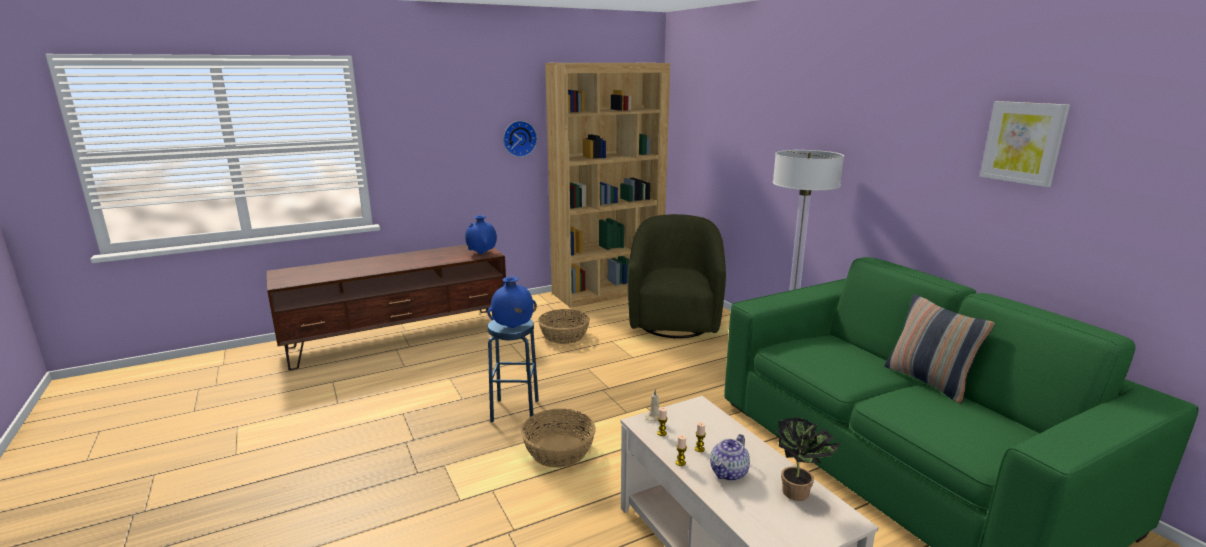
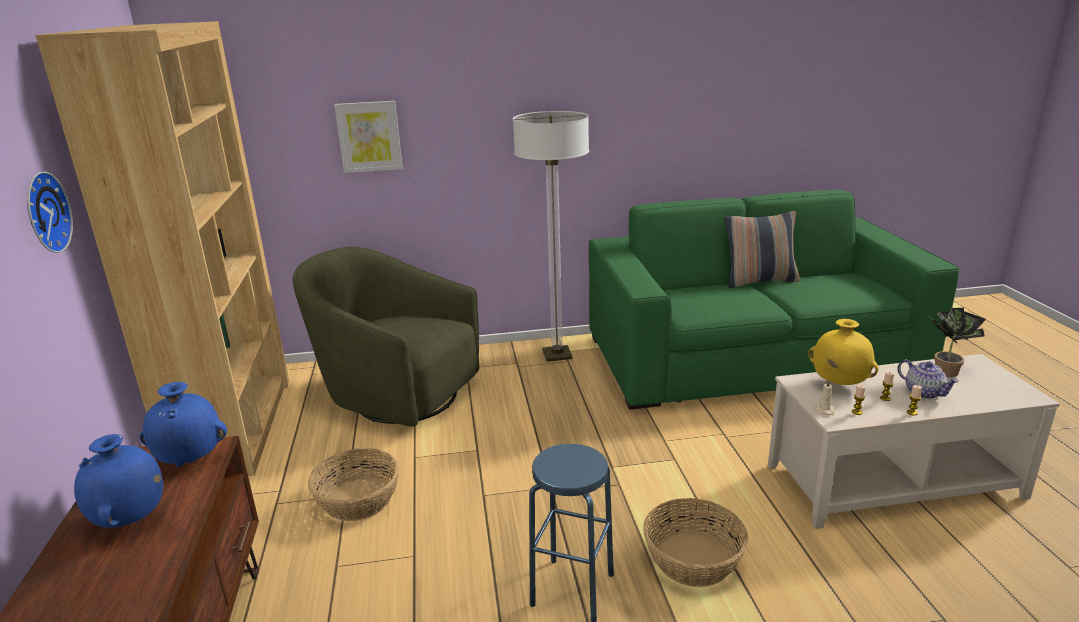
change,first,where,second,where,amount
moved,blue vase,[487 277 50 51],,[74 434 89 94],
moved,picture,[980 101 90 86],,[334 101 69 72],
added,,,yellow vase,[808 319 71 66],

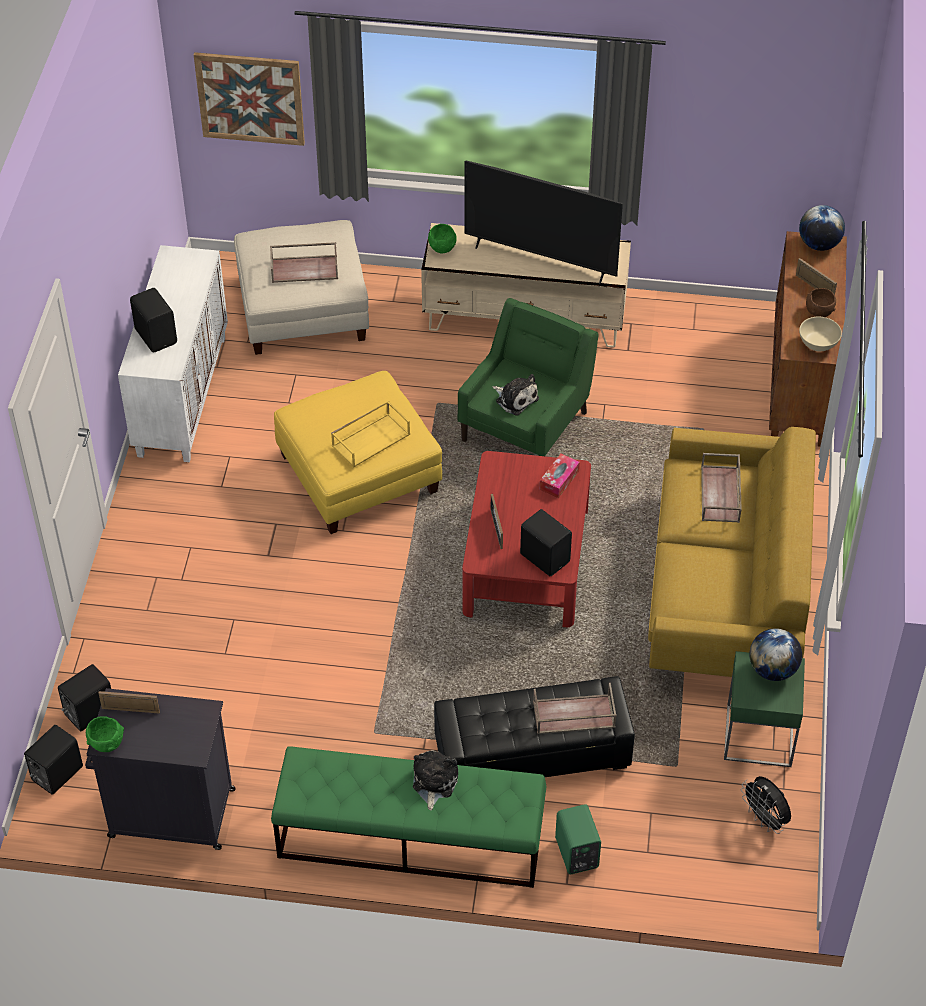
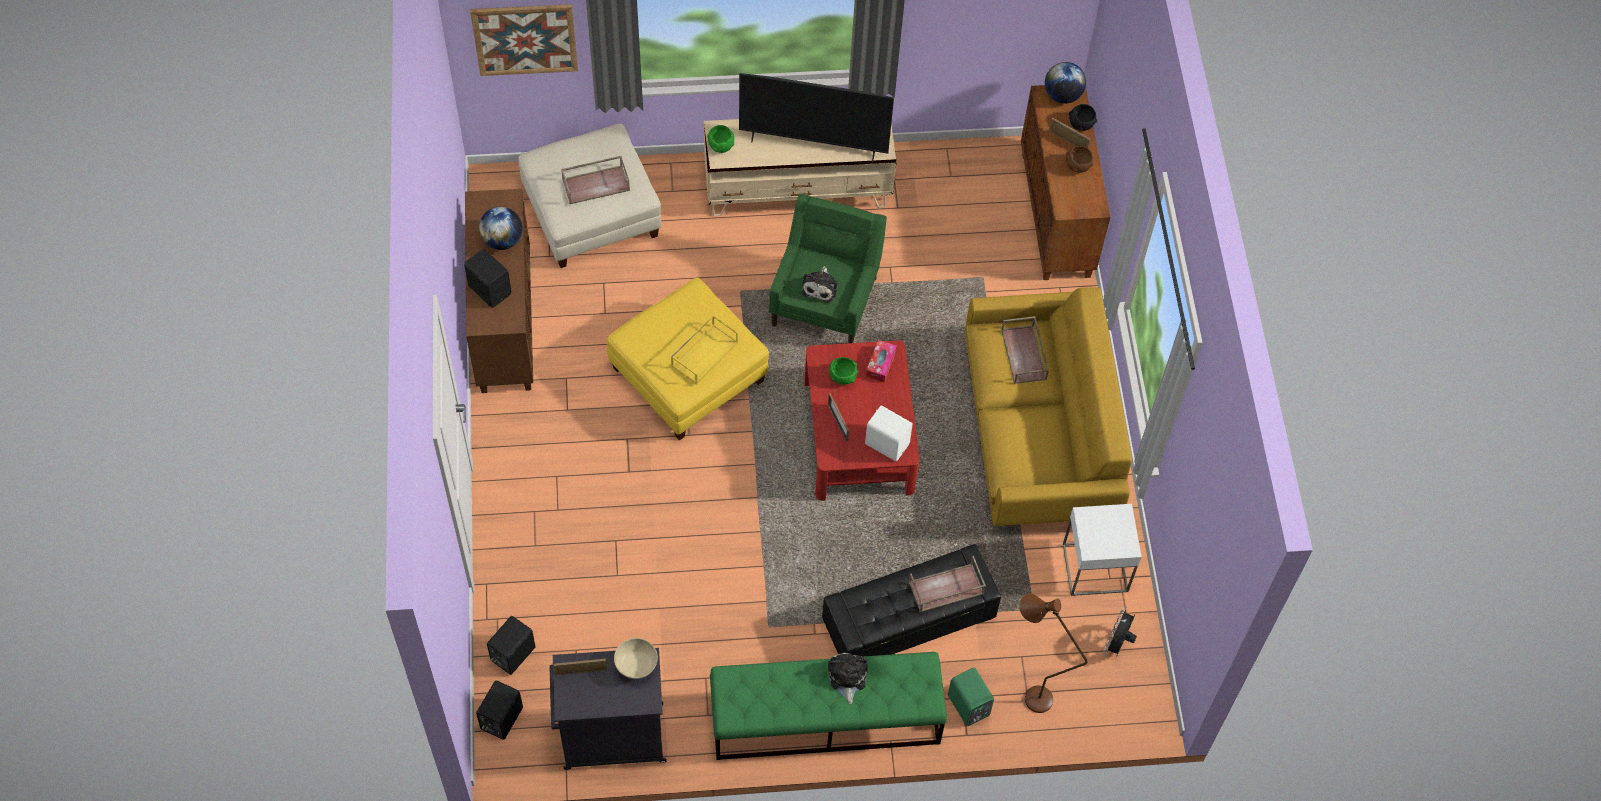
change,first,where,second,where,amount
moved,green bowl,[86 717 38 35],,[829 357 29 28],
recoloured,white cabinet,[118 245 110 217],brown cabinet,[465 189 68 204],
turned,plush toy,[493 374 46 42],,[802 266 36 37],75 degrees clockwise
recoloured,black speaker,[520 509 52 67],white speaker,[865 405 48 56],
recoloured,green side table,[724 651 81 116],white side table,[1063 504 78 92],
turned,black fan,[741 776 50 58],,[1103 606 34 51],75 degrees clockwise
moved,globe,[749 628 53 53],,[479 207 44 43],
moved,beige bowl,[799 317 43 34],,[614 638 44 41],
added,,,brown floor lamp,[1020 594 67 119],
added,,,black bowl,[1069 104 28 27],

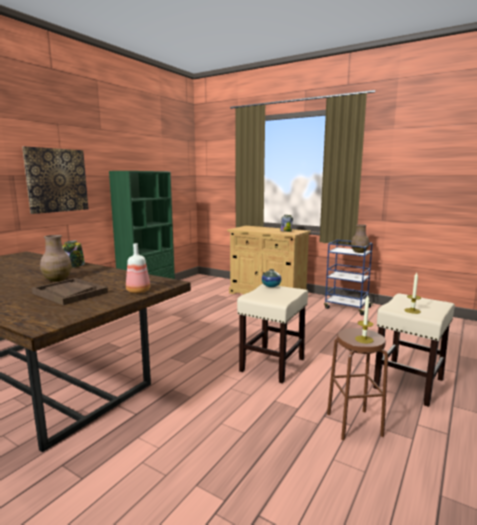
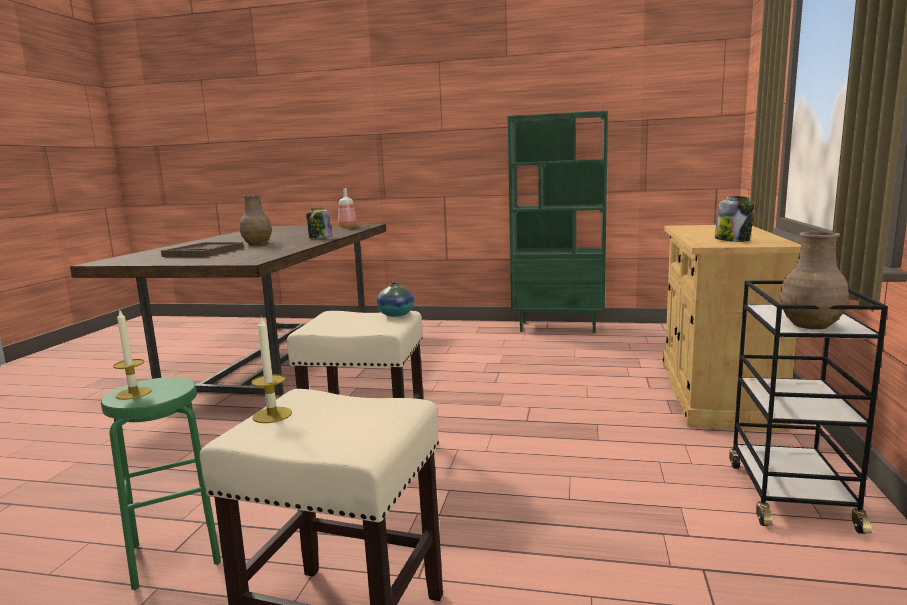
change,first,where,second,where,amount
removed,picture,[22 146 66 68],,,
moved,bottle,[126 243 24 51],,[338 188 19 40],
recoloured,blue cart,[324 240 49 75],black cart,[729 281 159 253],
recoloured,brown stool,[327 328 61 112],green stool,[101 377 120 213],

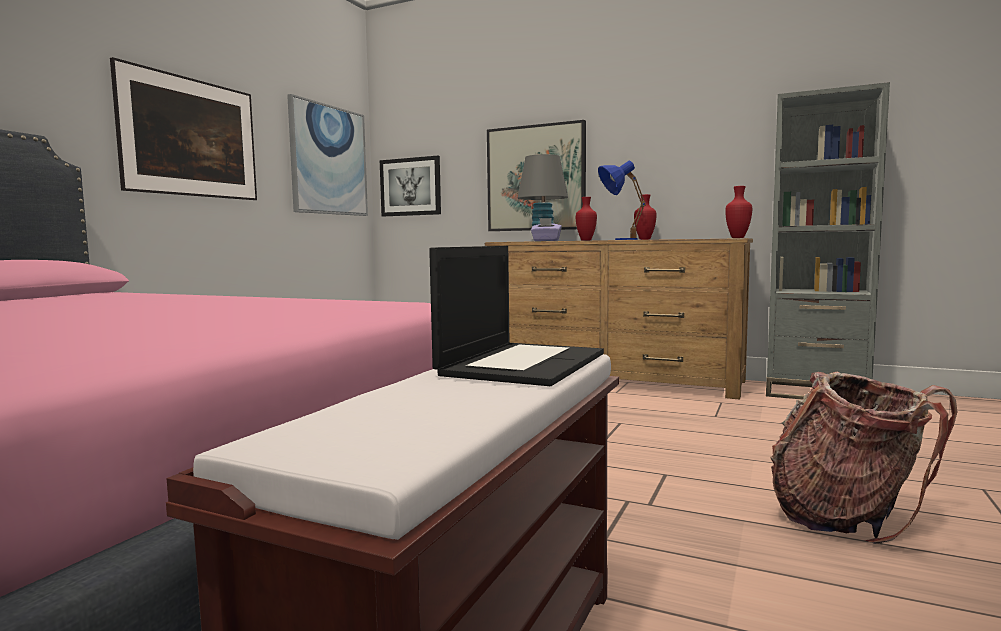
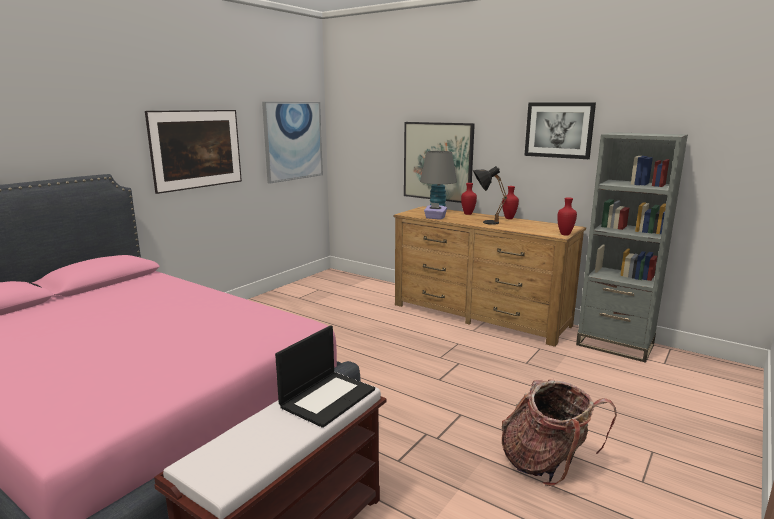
change,first,where,second,where,amount
moved,picture,[380 156 61 60],,[524 102 72 57],
recoloured,blue table lamp,[598 161 48 79],black table lamp,[473 166 34 59],

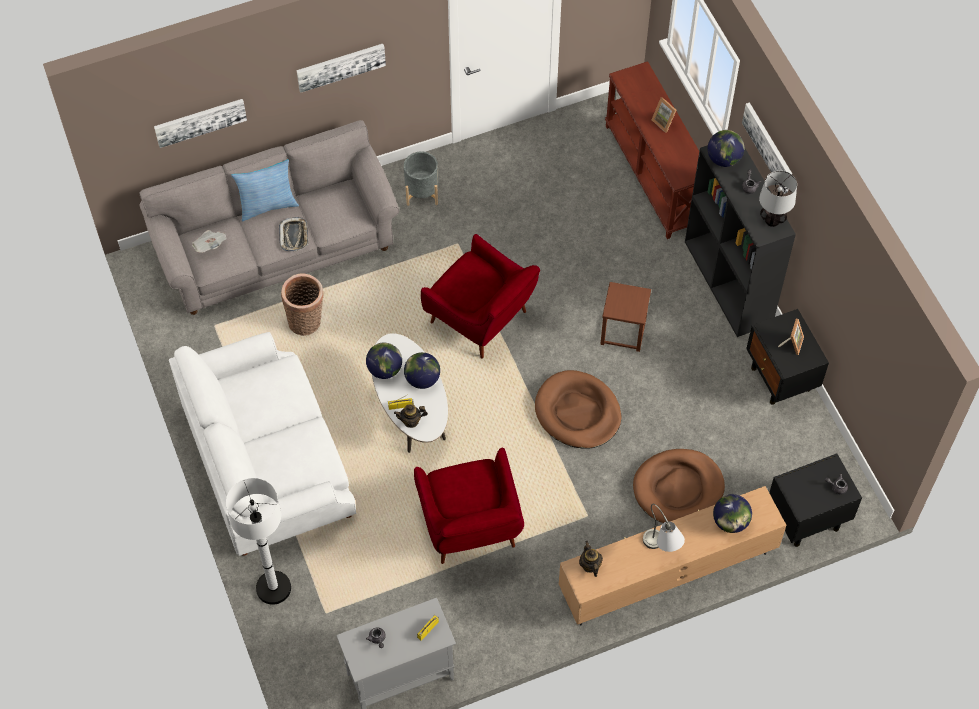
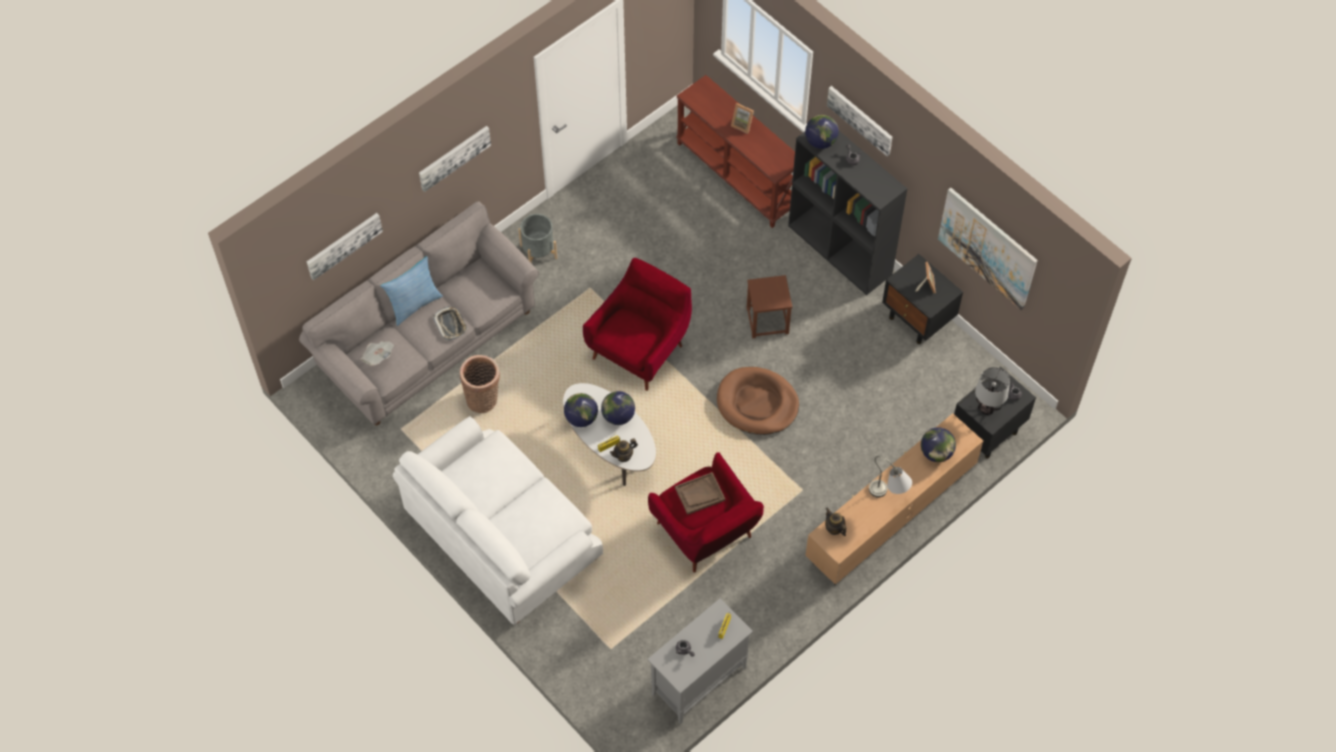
change,first,where,second,where,amount
removed,white floor lamp,[226 478 65 127],,,
turned,red armchair,[421 234 119 125],,[583 258 109 133],75 degrees counterclockwise
removed,brown dog bed,[633 449 92 74],,,
moved,table lamp,[759 170 38 57],,[975 367 35 48],
added,,,brown tray,[675 472 50 43],
added,,,picture,[938 188 100 122],

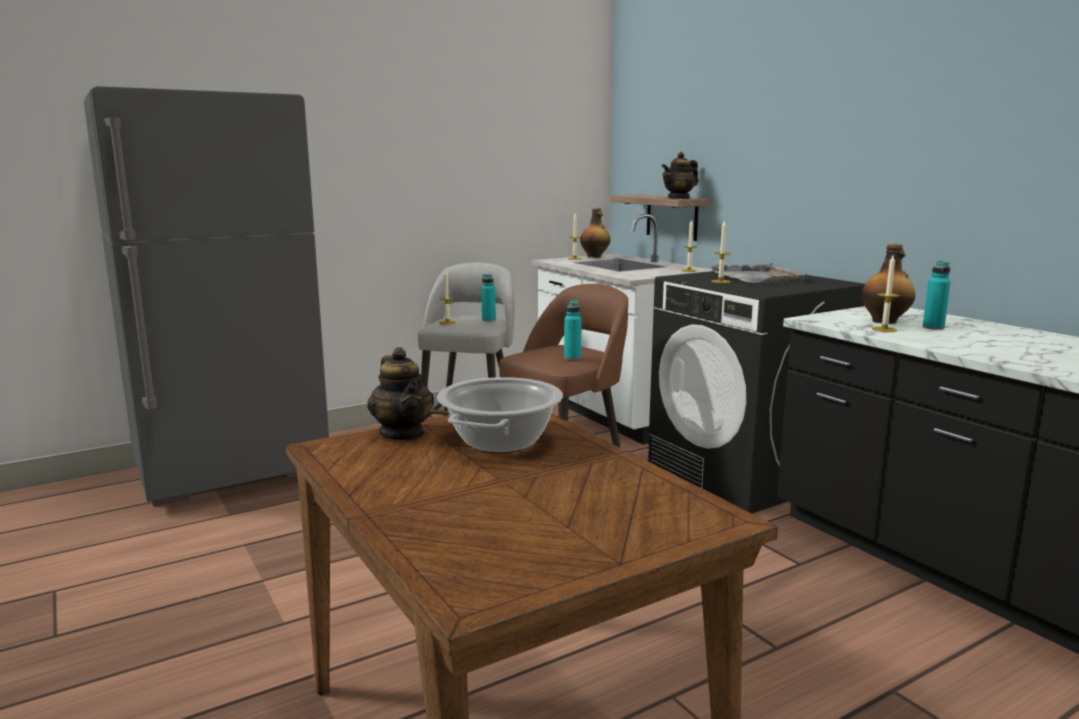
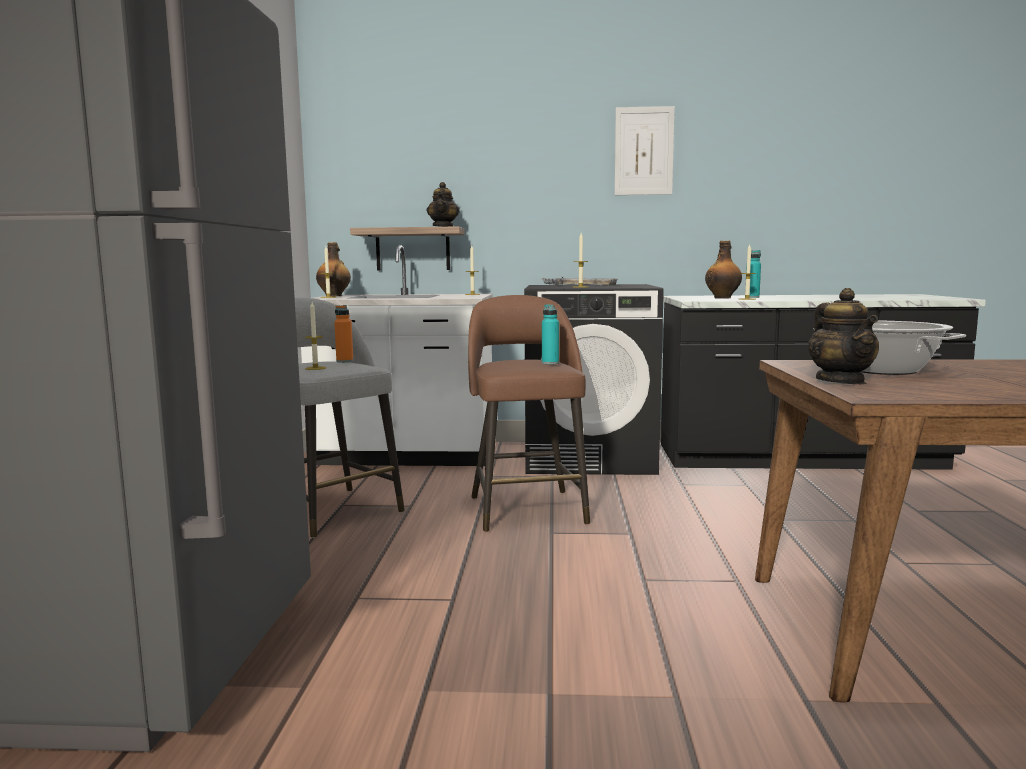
change,first,where,second,where,amount
turned,teapot,[367 347 67 93],,[808 288 71 96],75 degrees clockwise
recoloured,turquoise bottle,[481 274 15 48],orange bottle,[334 305 19 58],
added,,,picture,[614 106 61 89],

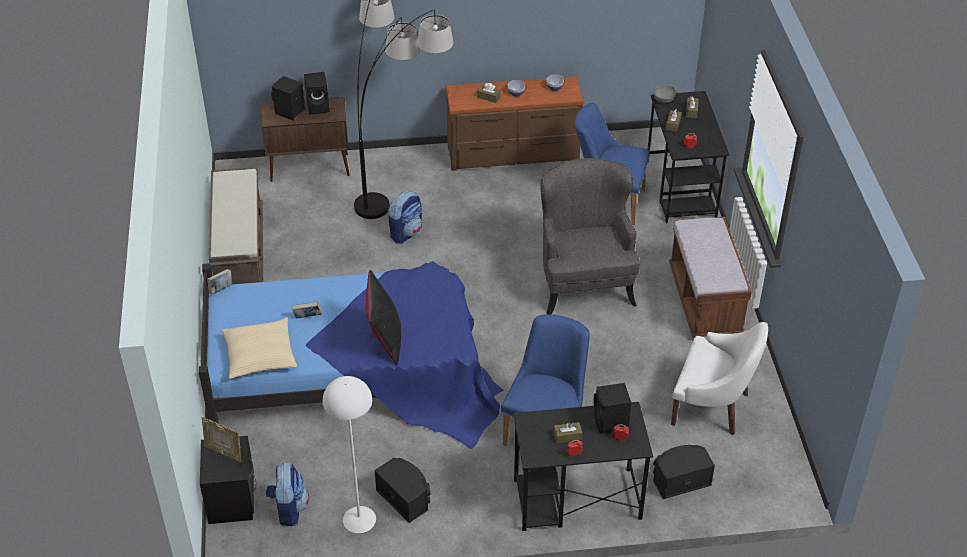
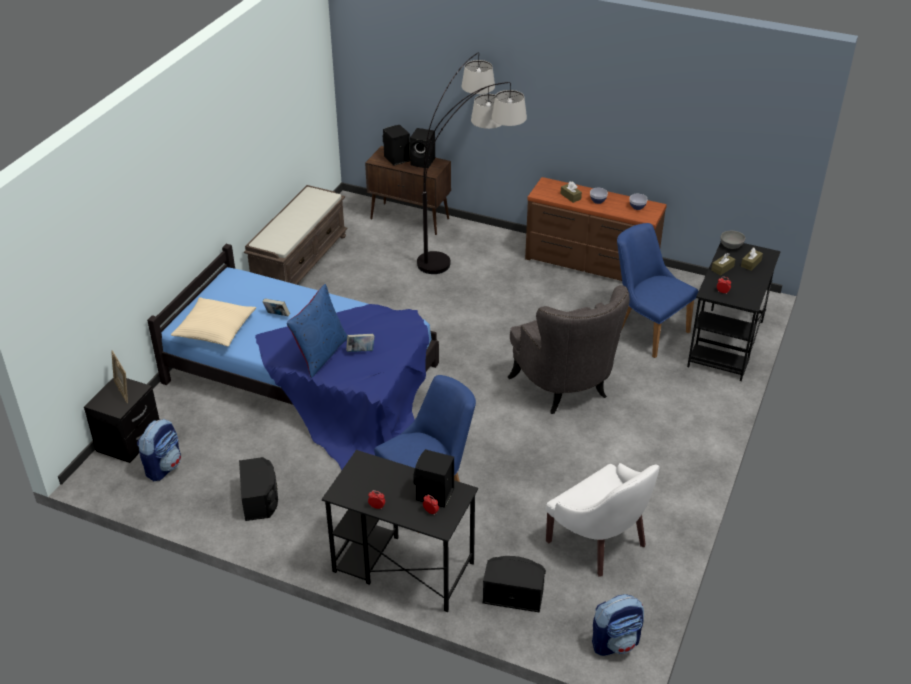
change,first,where,second,where,amount
moved,book,[207 269 25 26],,[346 334 29 18],
removed,white floor lamp,[323 376 53 157],,,
recoloured,black pillow,[366 270 35 95],blue pillow,[287 284 60 94],
moved,backpack,[387 191 36 52],,[592 594 52 62],
turned,grey armchair,[540 158 100 156],,[508 285 122 129],135 degrees clockwise
removed,brown tissue box,[553 422 29 21],,,
removed,brown bench,[669 217 83 120],,,

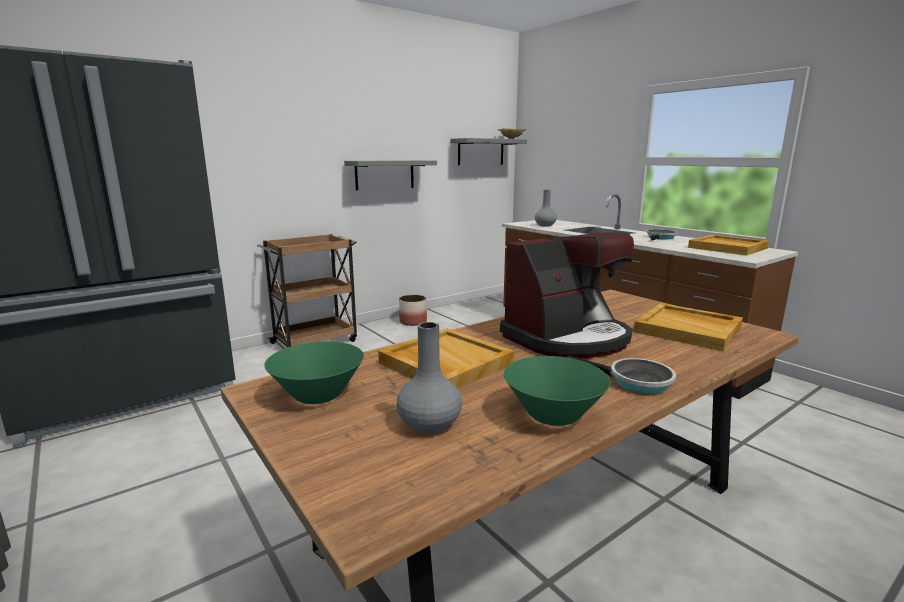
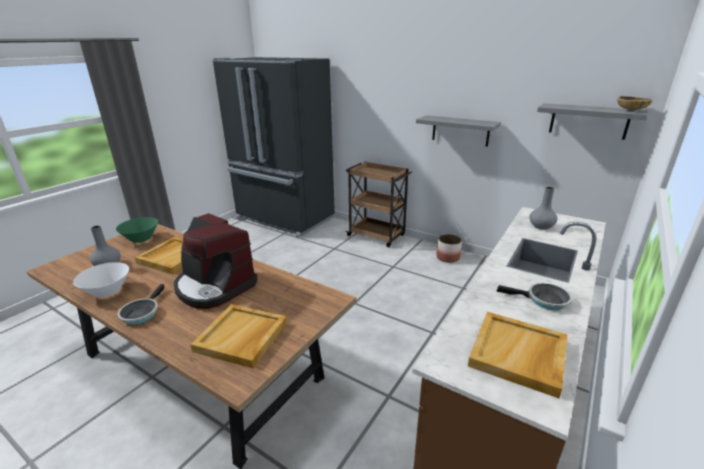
change,first,where,second,where,amount
recoloured,green bowl,[504 356 106 70],white bowl,[73 262 56 36],

